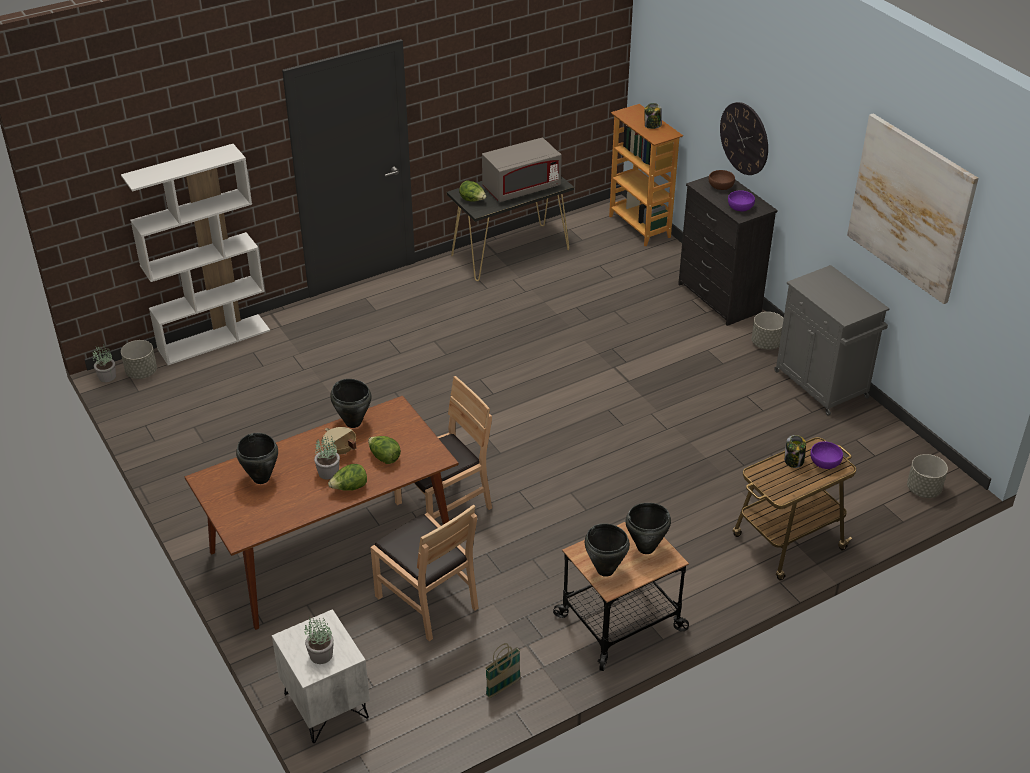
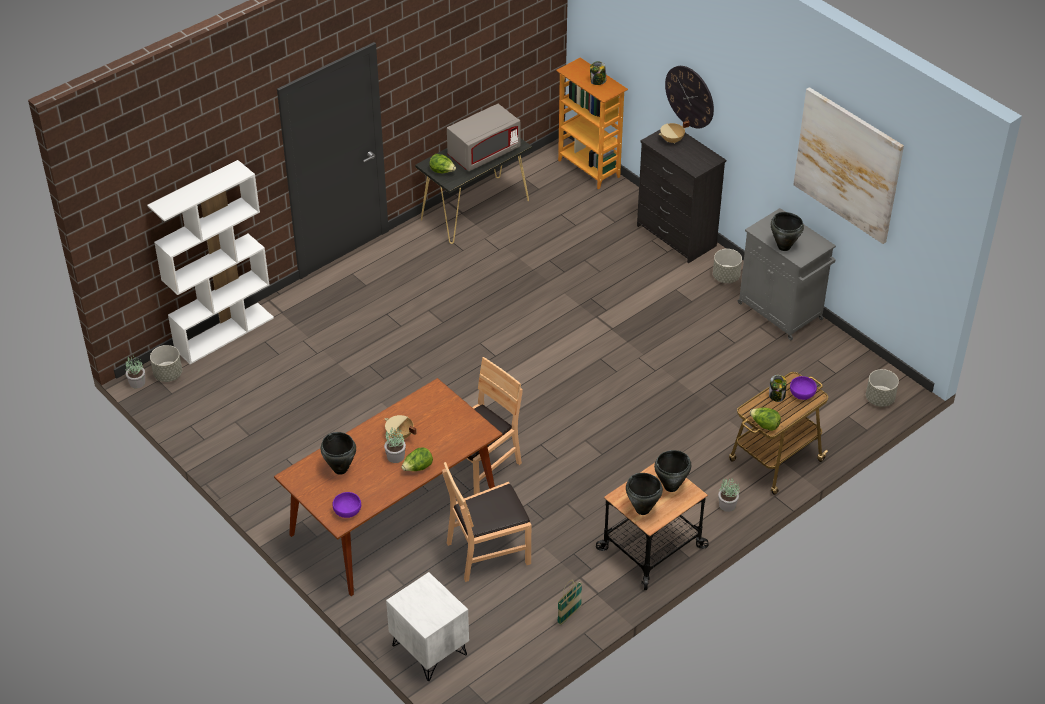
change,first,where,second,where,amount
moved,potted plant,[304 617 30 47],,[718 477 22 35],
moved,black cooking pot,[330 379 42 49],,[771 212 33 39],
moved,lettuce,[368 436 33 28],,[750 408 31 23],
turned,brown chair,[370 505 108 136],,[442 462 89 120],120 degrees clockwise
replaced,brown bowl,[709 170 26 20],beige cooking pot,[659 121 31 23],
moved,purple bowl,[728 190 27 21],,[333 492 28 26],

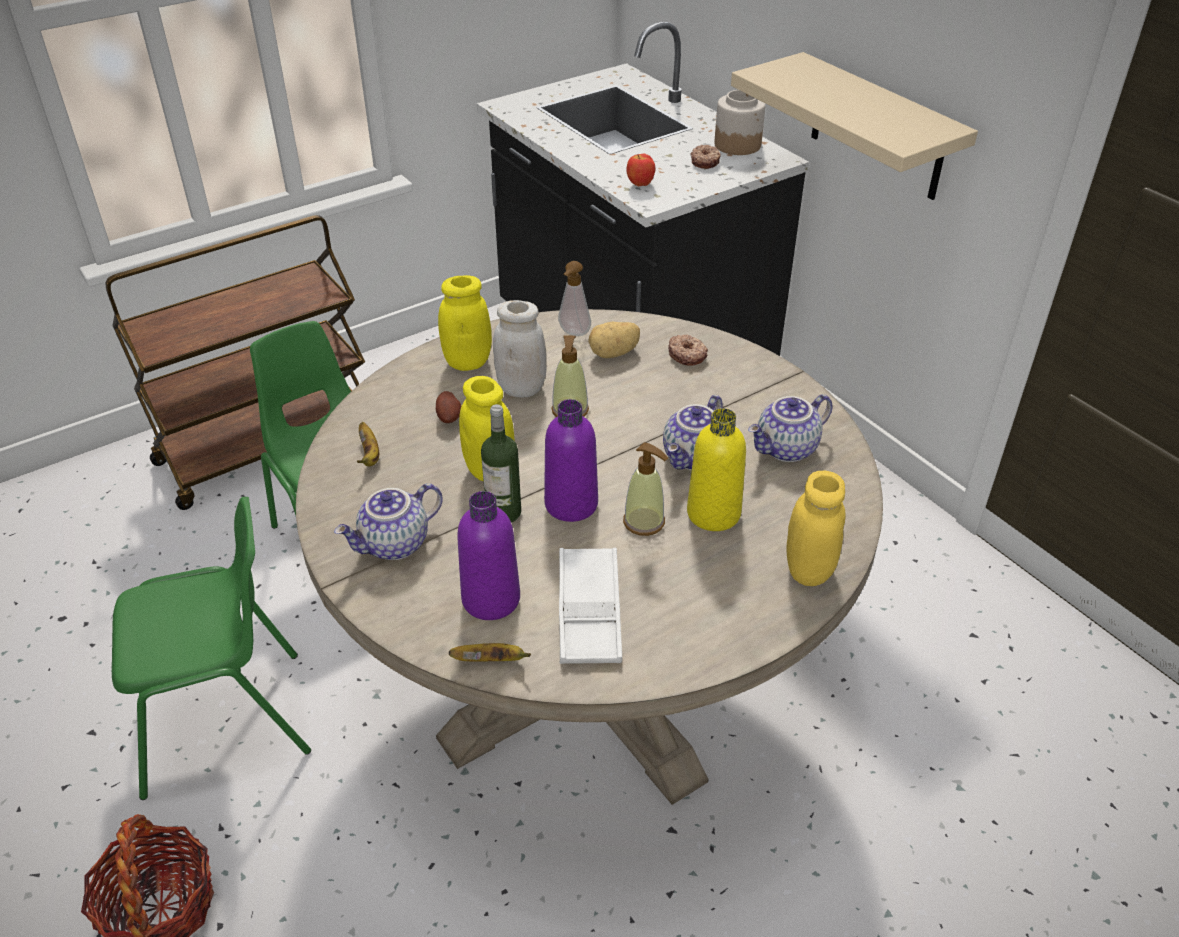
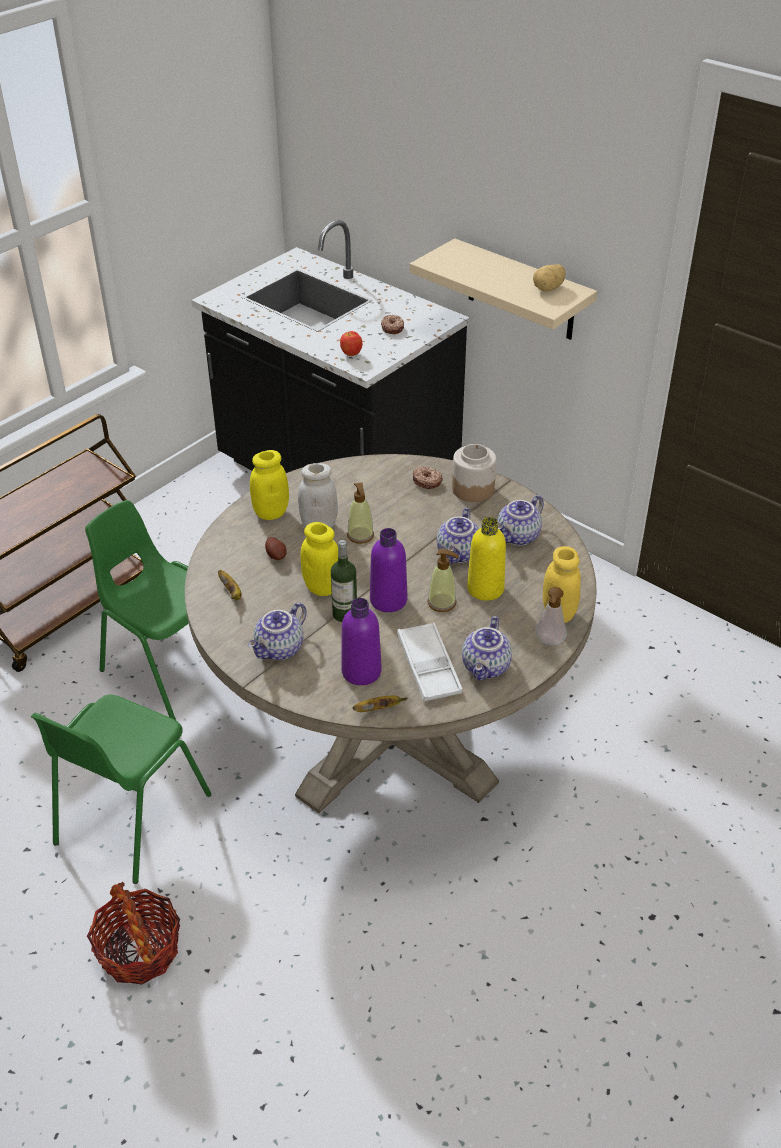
change,first,where,second,where,amount
turned,green chair,[112 497 199 303],,[31 695 180 189],150 degrees clockwise
moved,soap dispenser,[558 261 33 75],,[535 587 32 58],
moved,potato,[588 322 52 36],,[533 264 33 28],
moved,jar,[714 90 51 65],,[452 444 44 58],
added,,,teapot,[462 616 50 65],

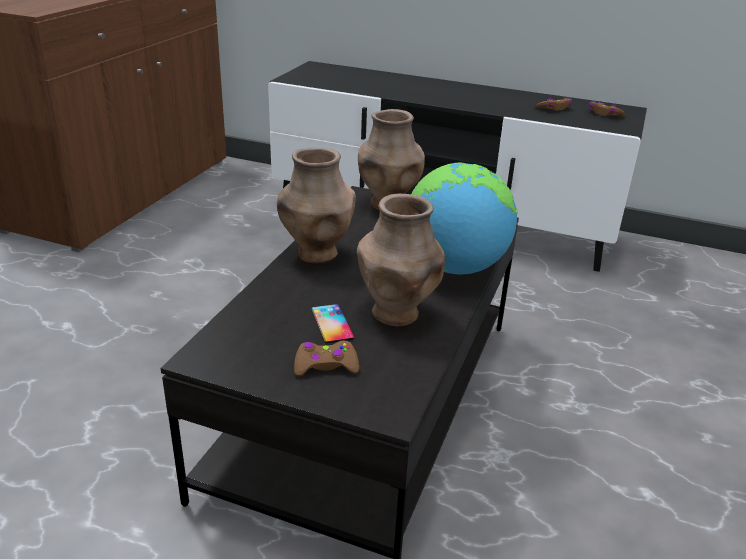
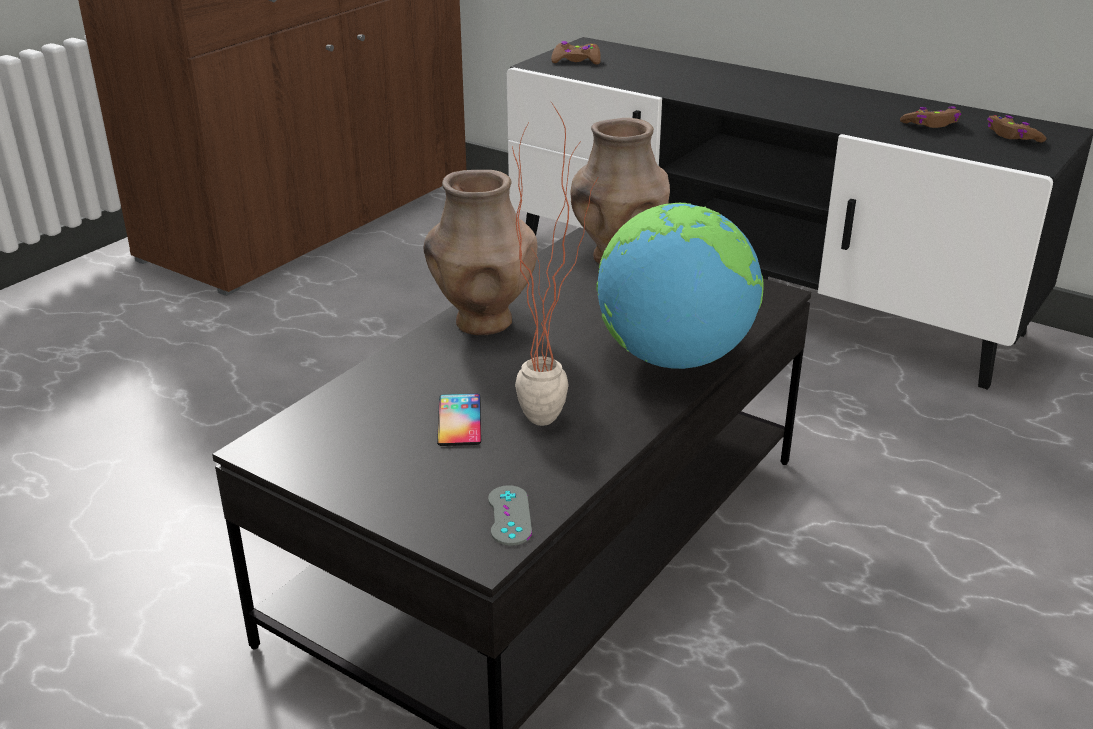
change,first,where,second,where,amount
moved,brown game controller,[294 341 65 35],,[551 41 50 24],
replaced,brown vase,[357 194 88 132],potted plant,[512 102 87 324],
added,,,grey game controller,[488 485 44 61],

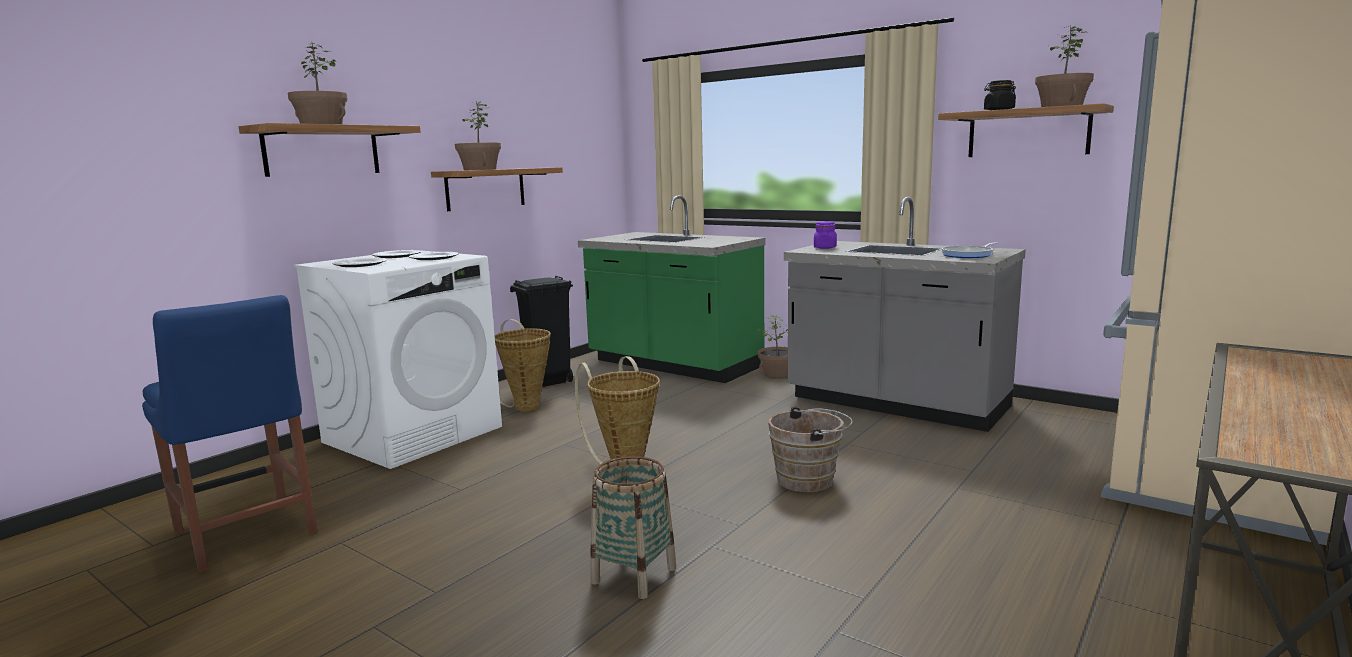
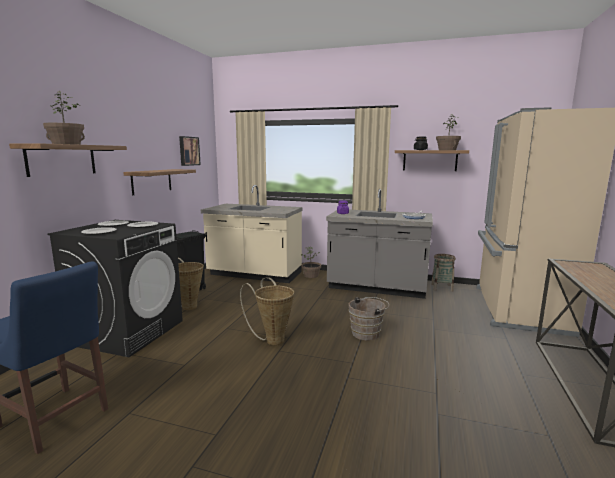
change,first,where,second,where,amount
recoloured,white washing machine,[294 250 208 219],black washing machine,[48 220 135 137],
removed,potted plant,[455 101 46 69],,,
recoloured,green counter,[578 195 187 188],beige counter,[201 185 101 98],
moved,basket,[590 456 86 143],,[431 254 25 38],
added,,,picture,[179 136 22 30],

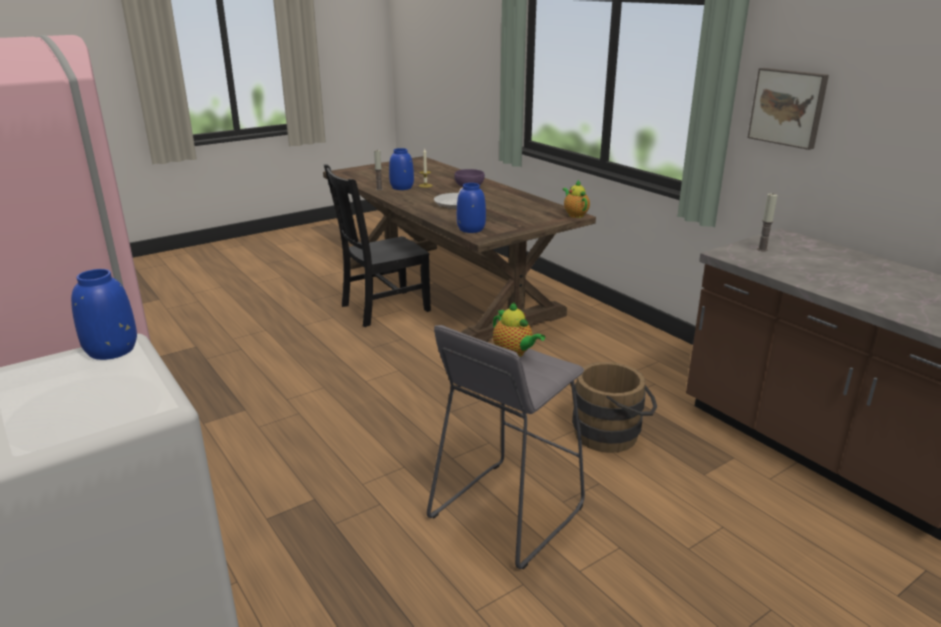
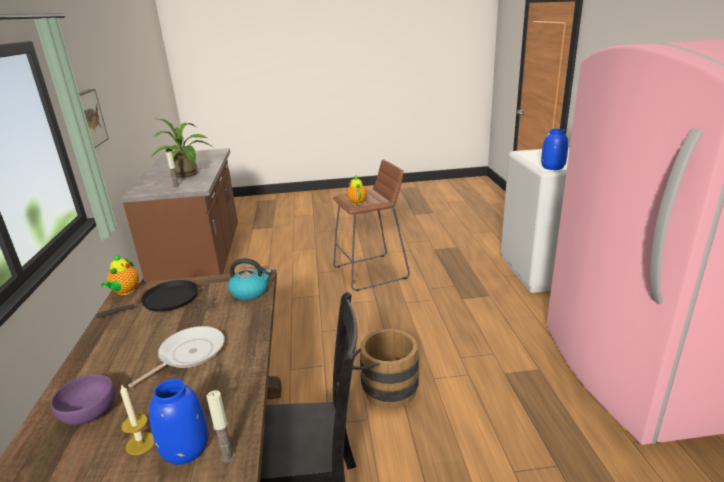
change,first,where,second,where,amount
recoloured,grey stool,[427 325 158 244],brown stool,[333 159 77 132],
replaced,blue vase,[457 183 29 50],kettle,[228 258 44 42],
moved,brown bucket,[572 362 85 91],,[353 329 66 80],
added,,,black frying pan,[96 280 102 38],
added,,,potted plant,[151 118 62 60],

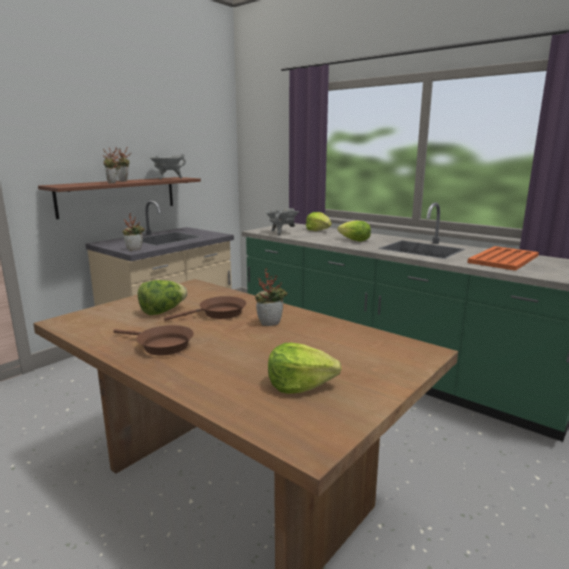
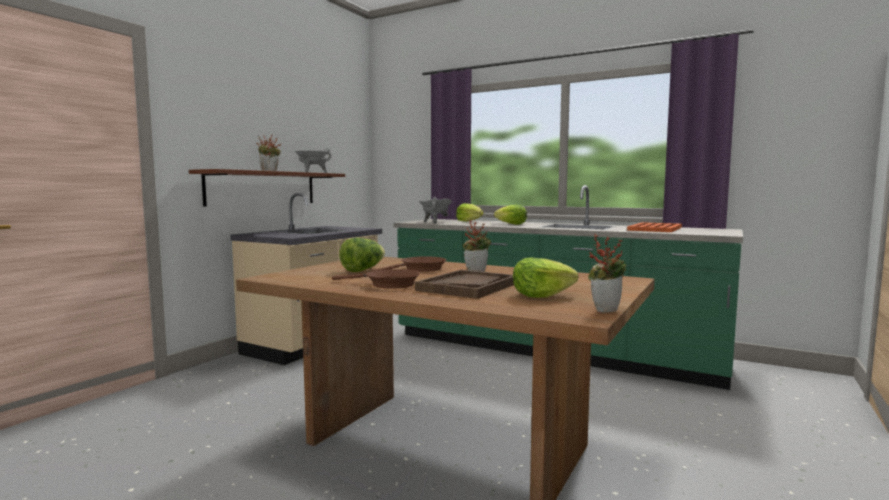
change,first,where,second,where,amount
moved,potted plant,[122 213 23 38],,[588 234 39 79],
added,,,brown tray,[415 270 99 29],

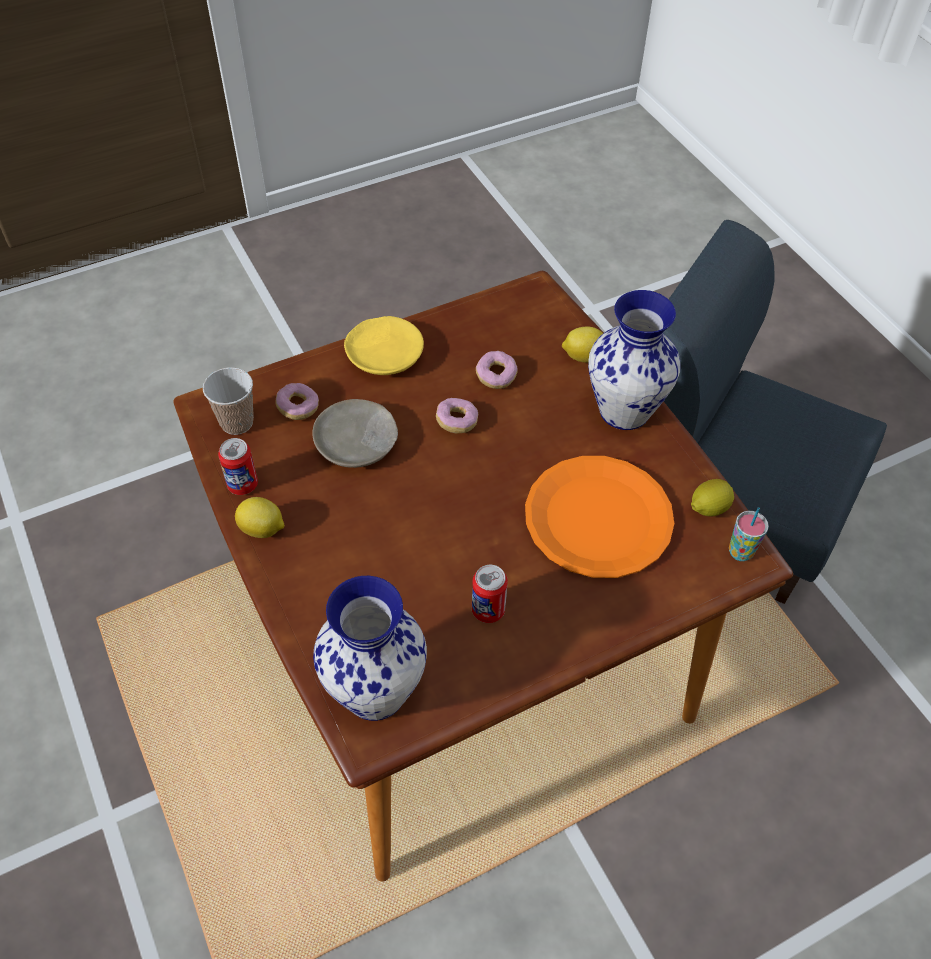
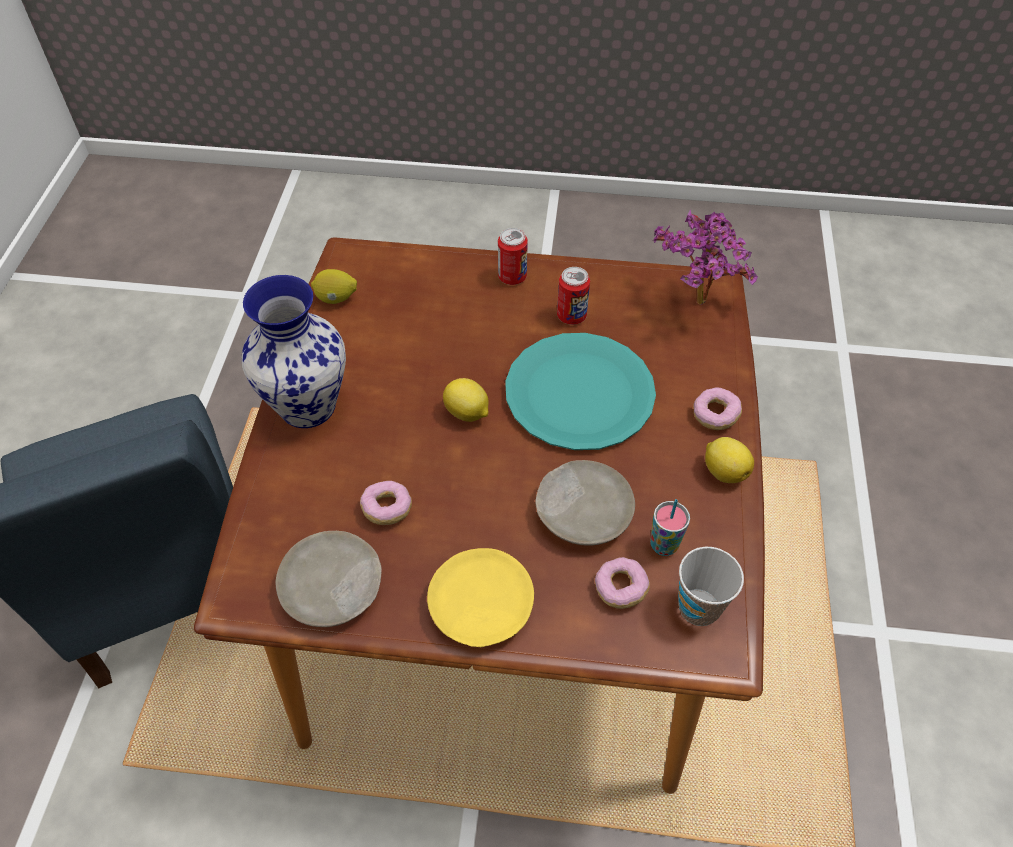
change,first,where,second,where,amount
moved,can,[218 438 40 57],,[498 228 30 57],
replaced,vase,[313 576 114 145],potted plant,[653 209 105 96],
moved,donut,[436 398 42 36],,[693 387 49 43],
removed,orange plate,[525 456 149 122],,,
moved,lemon,[562 327 41 36],,[443 378 46 44],
moved,cup,[729 507 40 54],,[650 499 40 57],
added,,,beige plate,[275 531 107 96],
added,,,turquoise plate,[505 333 151 117],

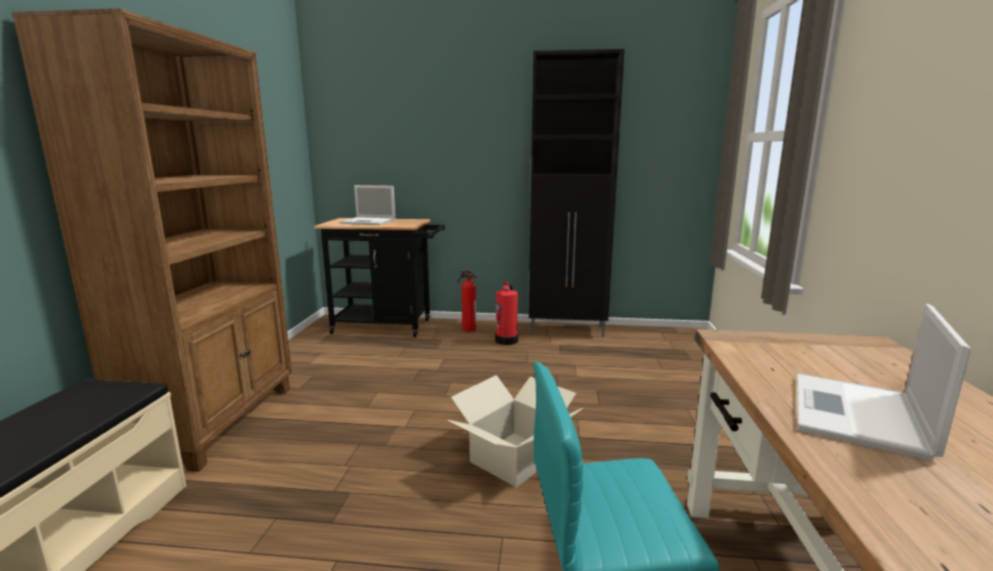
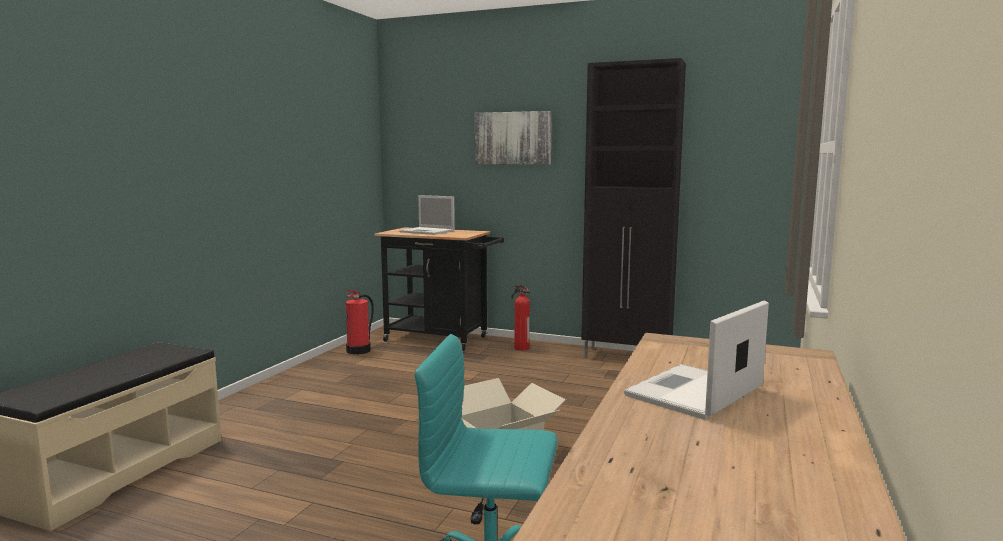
change,first,where,second,where,amount
removed,brown bookcase,[11 8 281 464],,,
moved,fire extinguisher,[495 282 23 63],,[345 289 29 65],
added,,,picture,[475 111 77 54],

